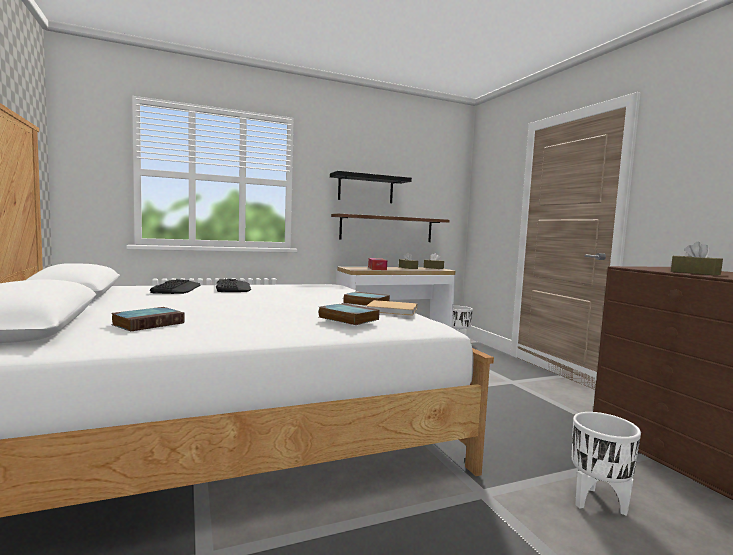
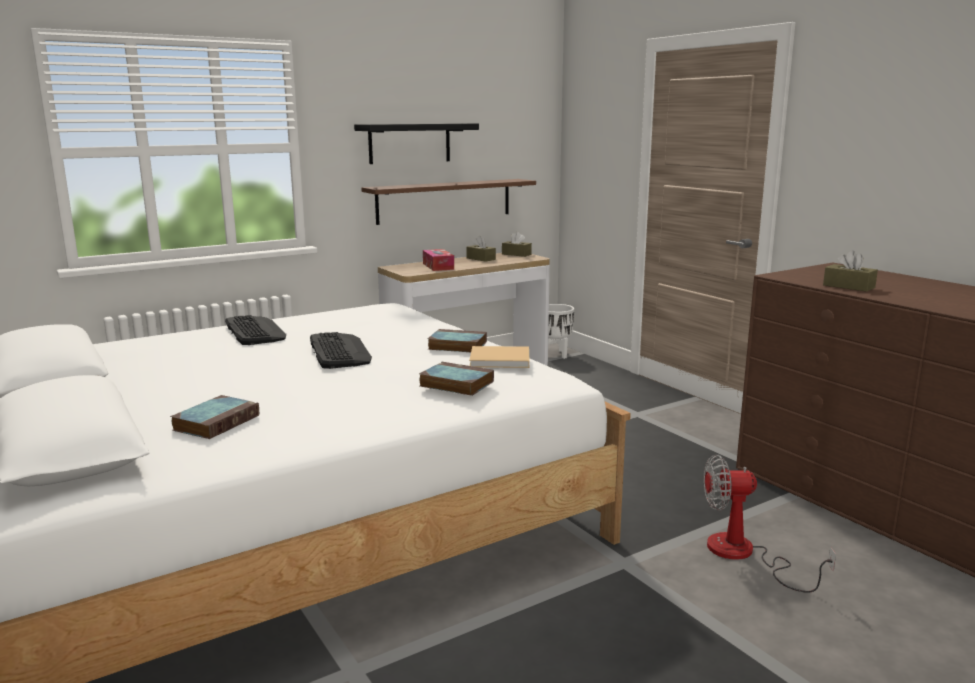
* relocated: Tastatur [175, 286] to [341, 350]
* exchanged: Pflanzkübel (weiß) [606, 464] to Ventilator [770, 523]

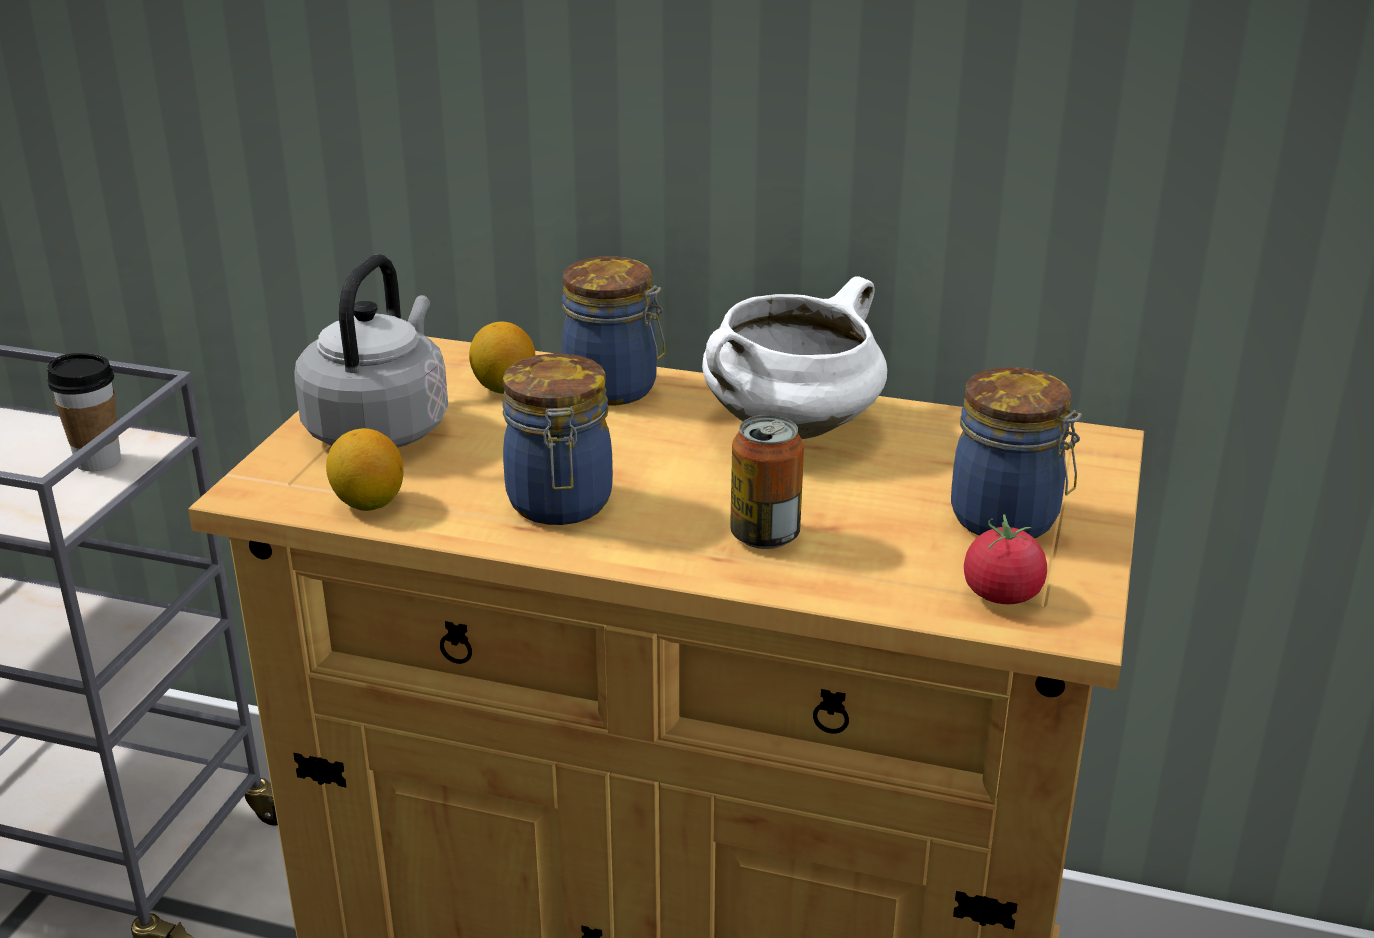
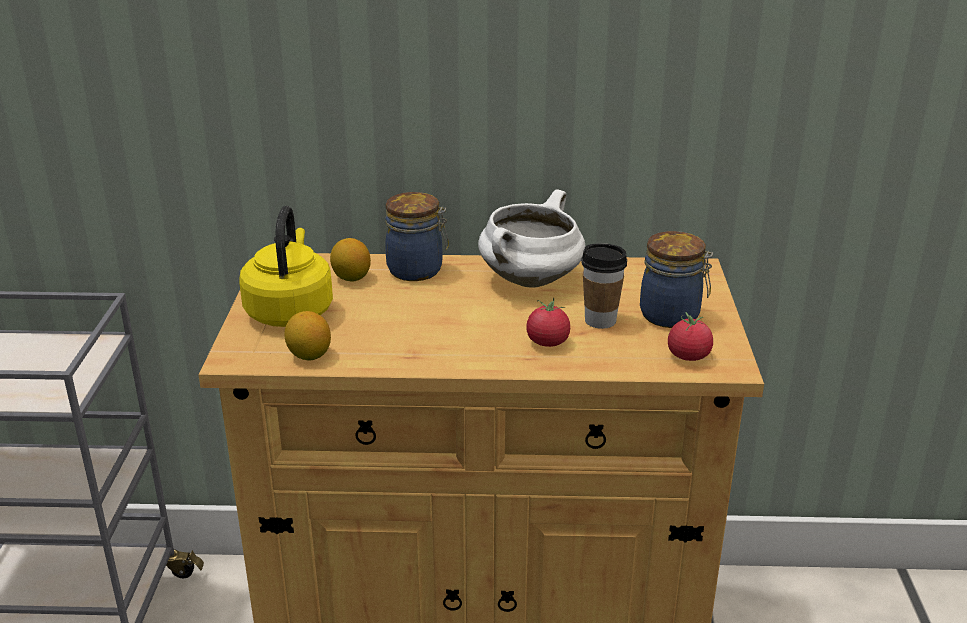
* colour: Wasserkessel (grau) [371, 351] to Wasserkessel (gelb) [286, 266]
* relocated: Tasse [84, 412] to [604, 286]
* missing: Vorratsglas [557, 439]
* exchanged: Dose [767, 482] to Tomate [548, 322]

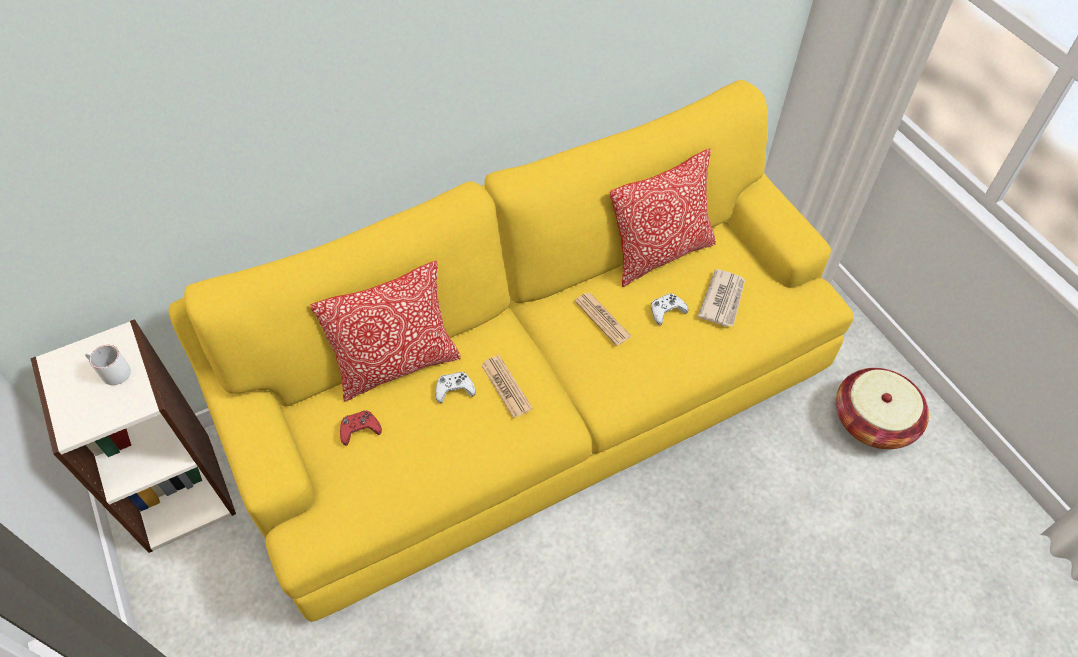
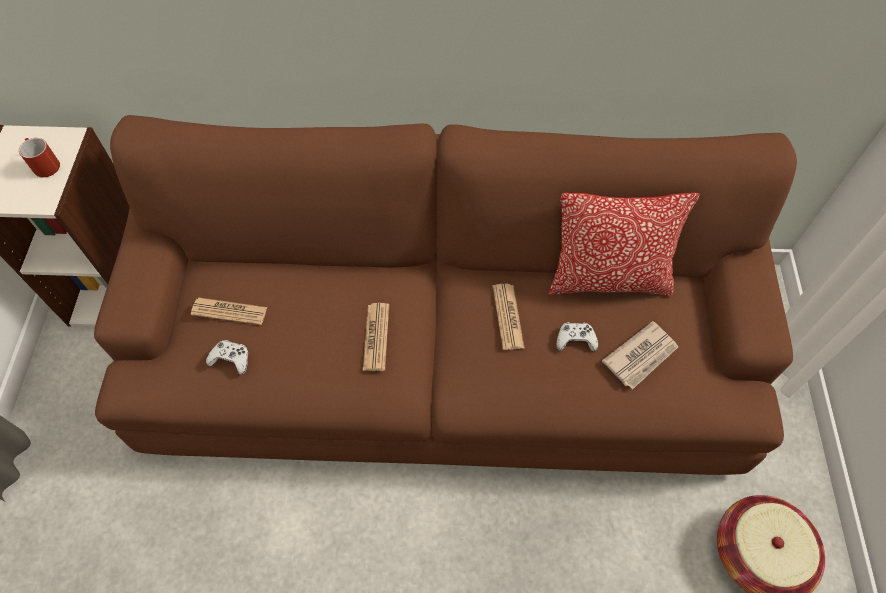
* colour: Sofa (gelb) [511, 351] to Sofa (braun) [445, 295]
* missing: Kissen [385, 331]
* colour: Henkelbecher (weiß) [108, 365] to Henkelbecher (rot) [39, 157]
* relocated: Gamepad (weiß) [456, 387] to [227, 357]
* exchanged: Gamepad (rot) [361, 428] to Zeitung [229, 311]

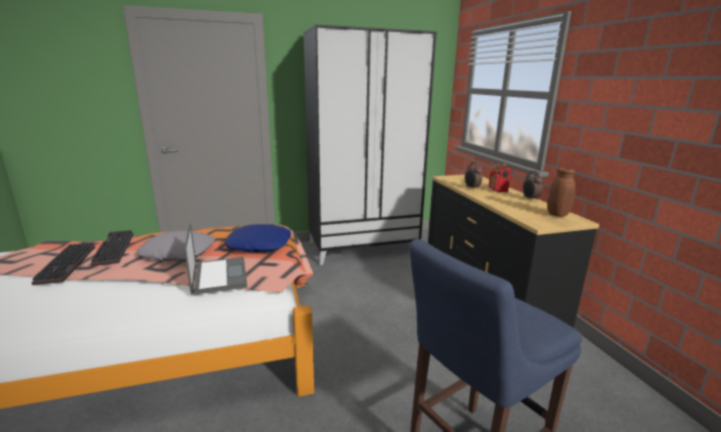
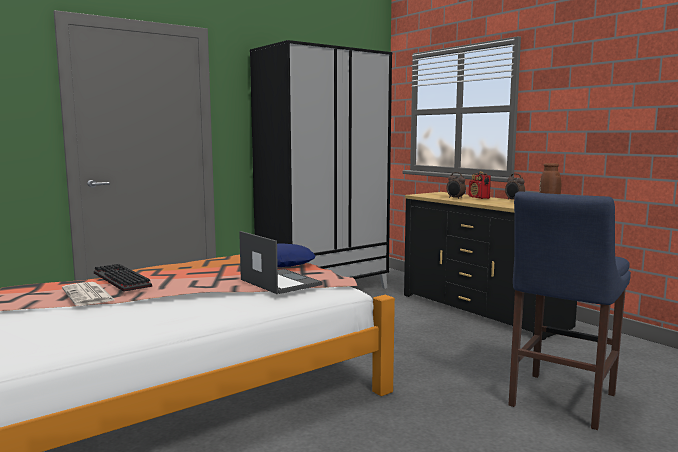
* missing: Kissen (grau) [176, 246]
* exchanged: Tastatur [63, 264] to Zeitung [89, 294]

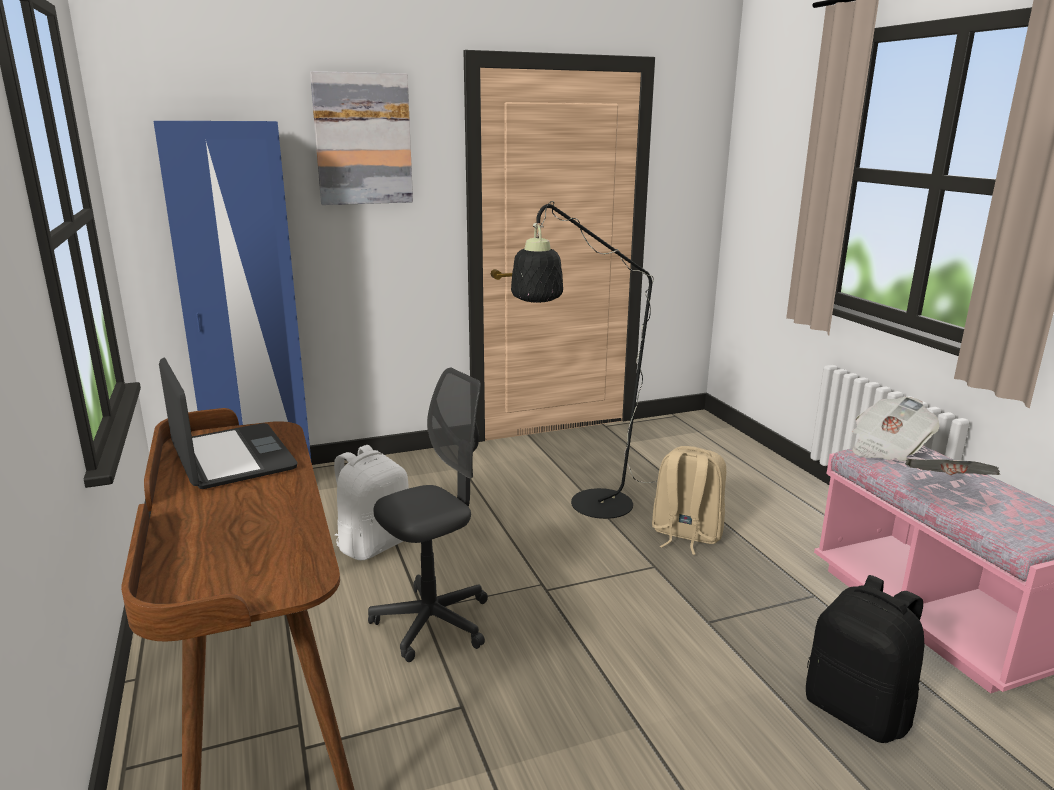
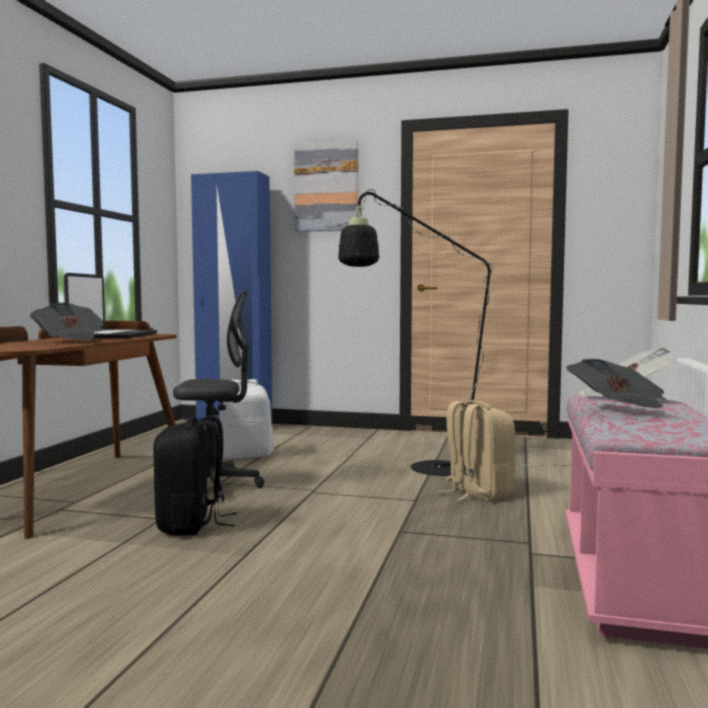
* relocated: Rucksack (schwarz) [865, 659] to [195, 475]
* appeared: Zeitung [67, 321]

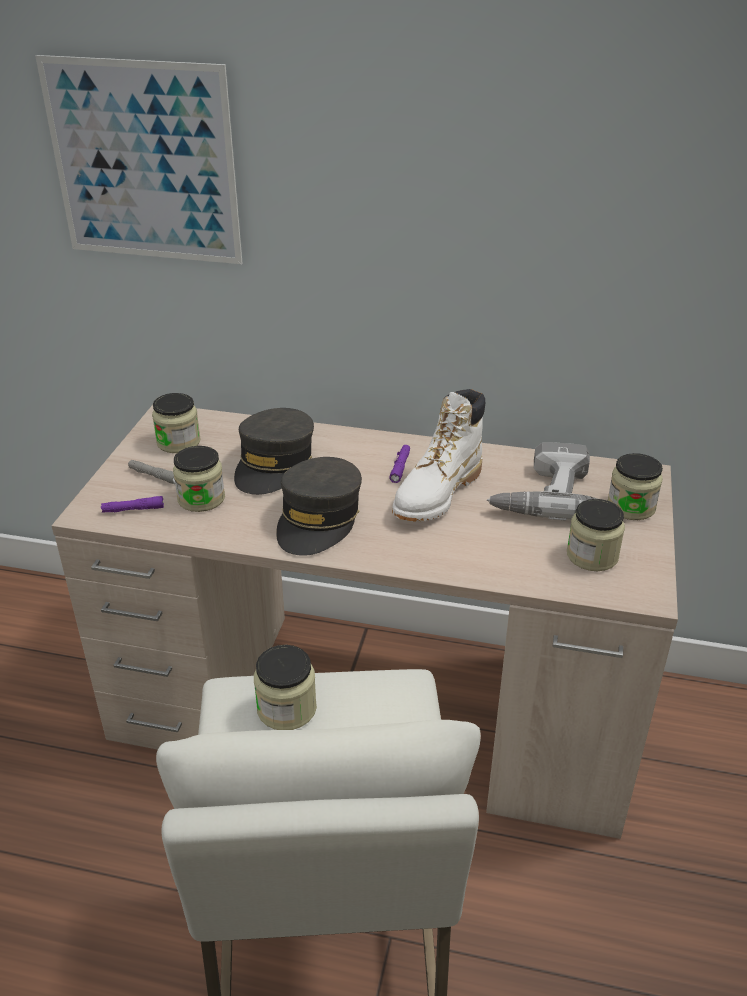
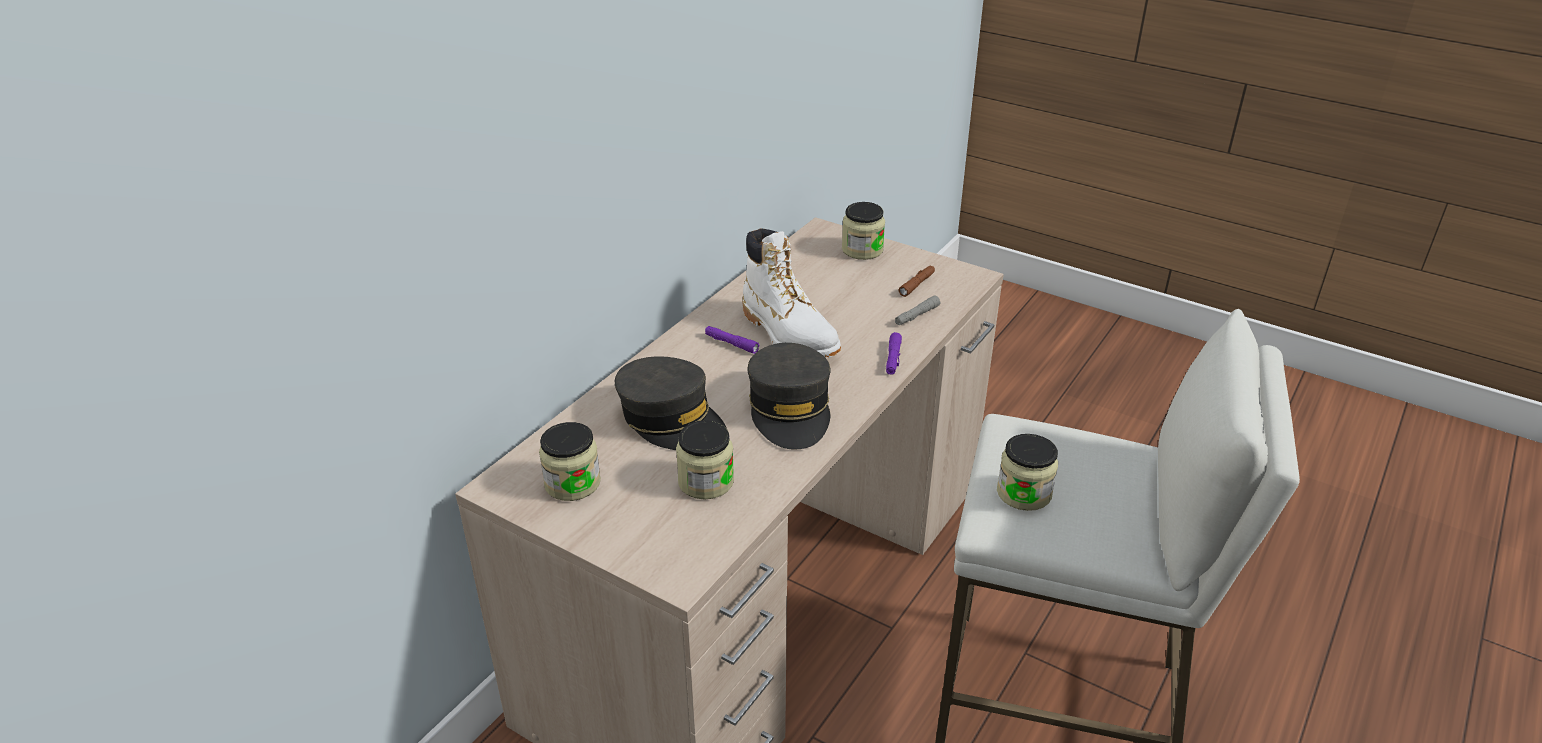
* missing: Bild [138, 159]
* missing: Bohrmaschine [542, 481]
* spun: Kappe (grau) [319, 506] = [788, 396] 45 degrees clockwise
* relocated: Taschenlampe (grau) [151, 472] to [918, 310]
* relocated: Taschenlampe (lila) [132, 504] to [894, 353]
* exchanged: Vorratsglas [596, 535] to Taschenlampe (braun) [917, 281]

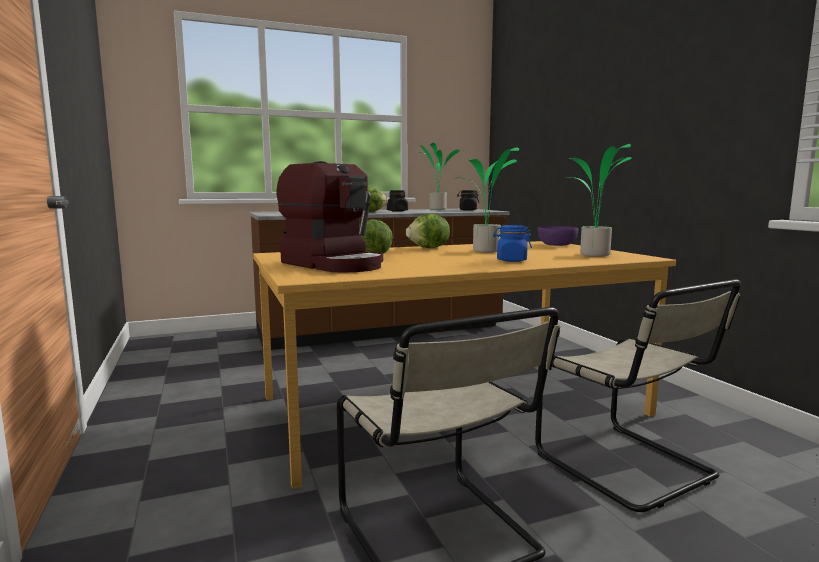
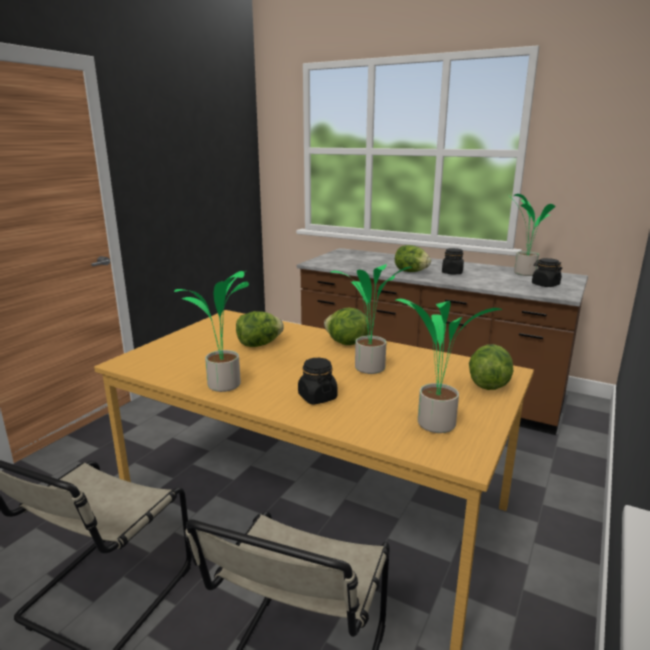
* missing: Kaffeemaschine [329, 216]
* colour: Vorratsglas (blau) [512, 243] to Vorratsglas (schwarz) [317, 381]
* exchanged: Schüssel (lila) [557, 236] to Salatkopf [491, 367]
* appeared: Topfpflanze [211, 331]

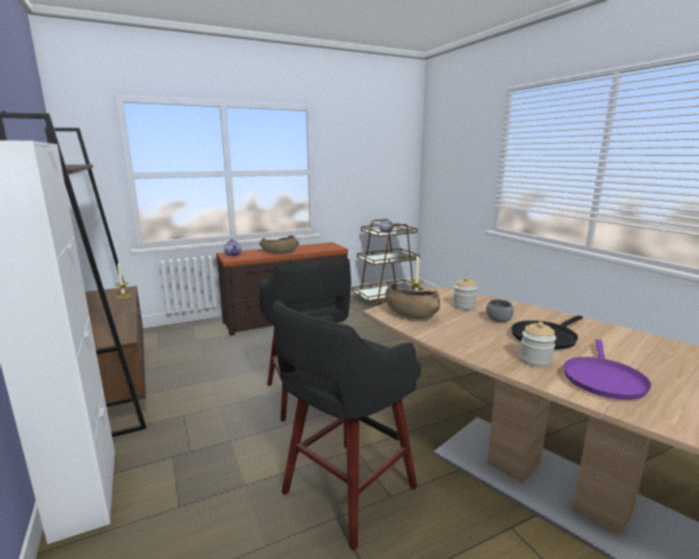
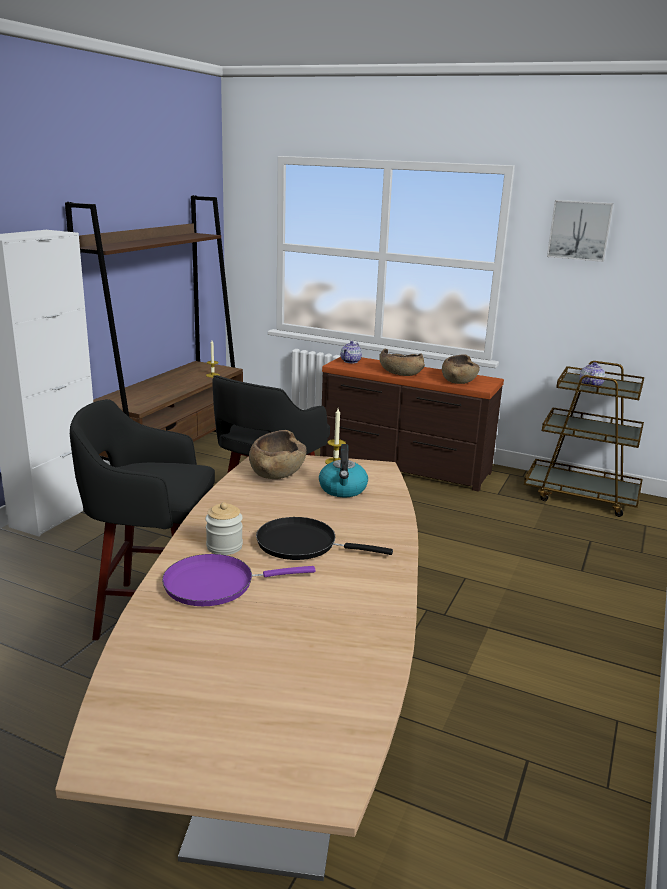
* exchanged: Vorratsglas [465, 293] to Wasserkessel [343, 470]
* missing: Schüssel (grau) [500, 310]
* appeared: Bild [580, 231]
* appeared: Schüssel (braun) [461, 369]

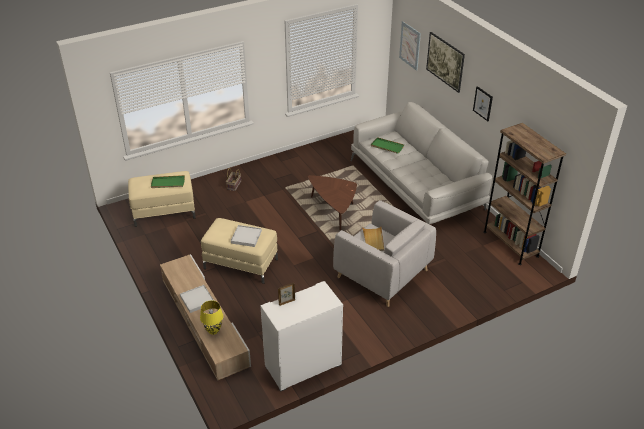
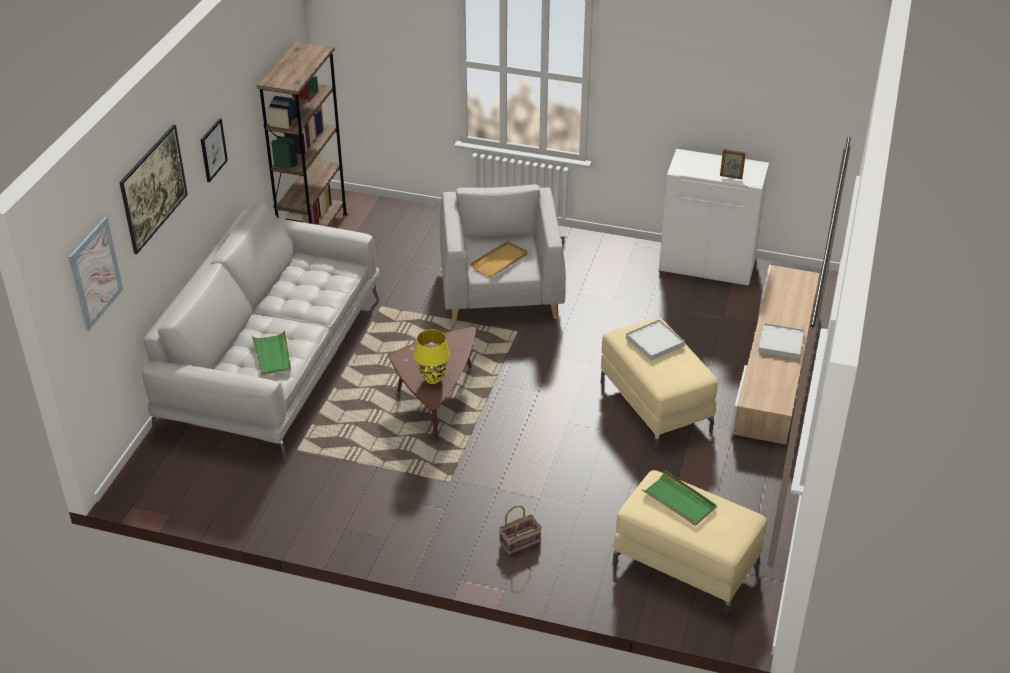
* relocated: Tischlampe (gelb) [211, 317] to [432, 356]

